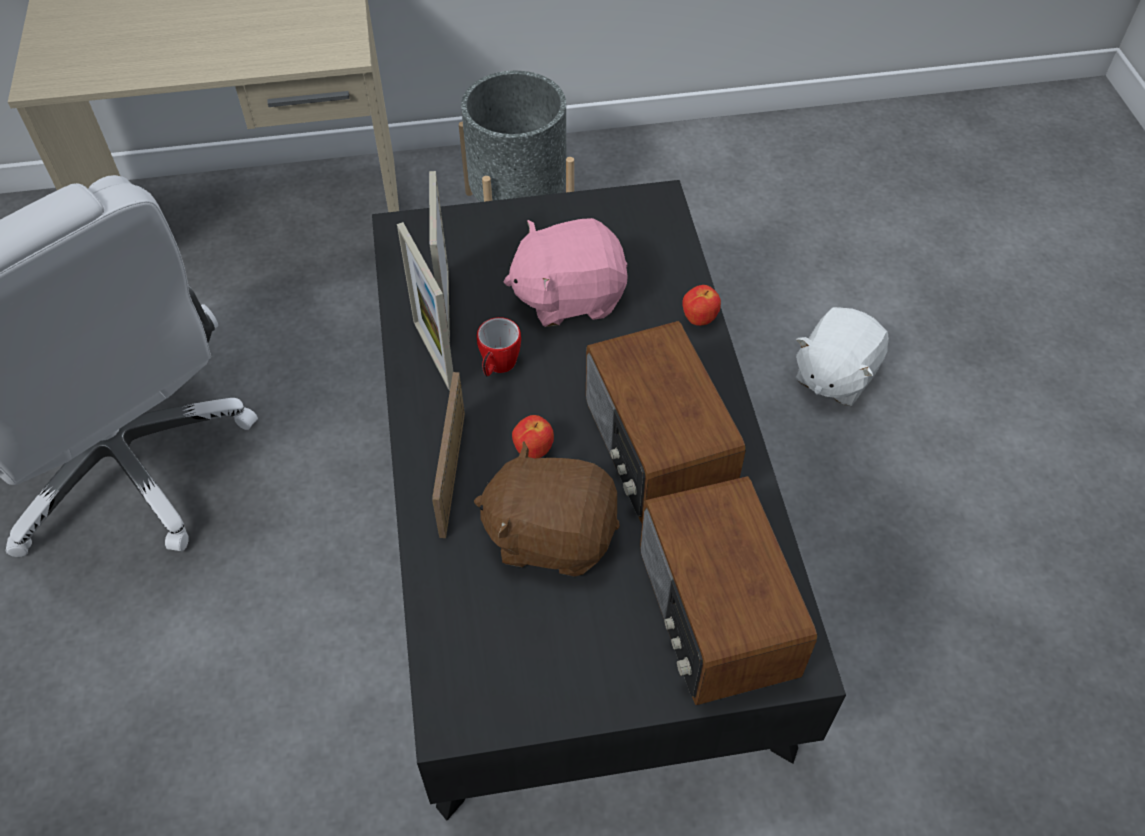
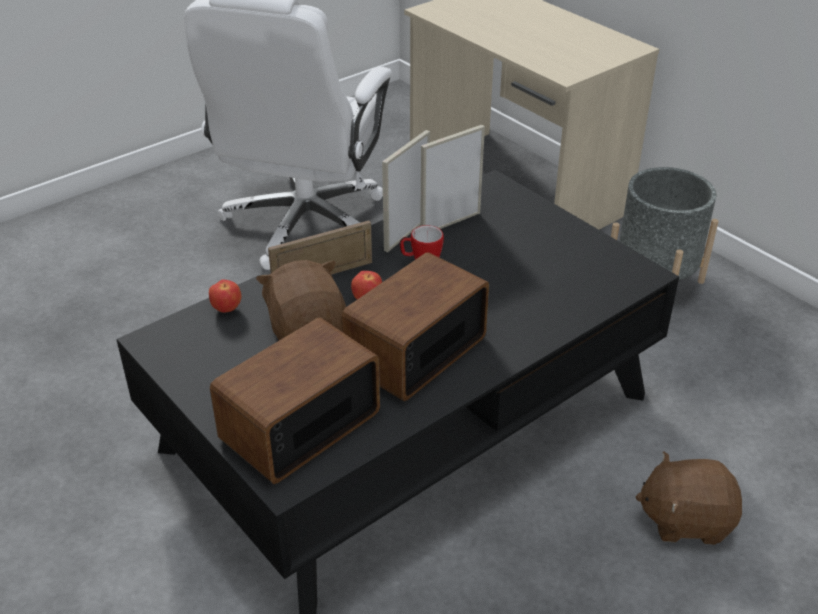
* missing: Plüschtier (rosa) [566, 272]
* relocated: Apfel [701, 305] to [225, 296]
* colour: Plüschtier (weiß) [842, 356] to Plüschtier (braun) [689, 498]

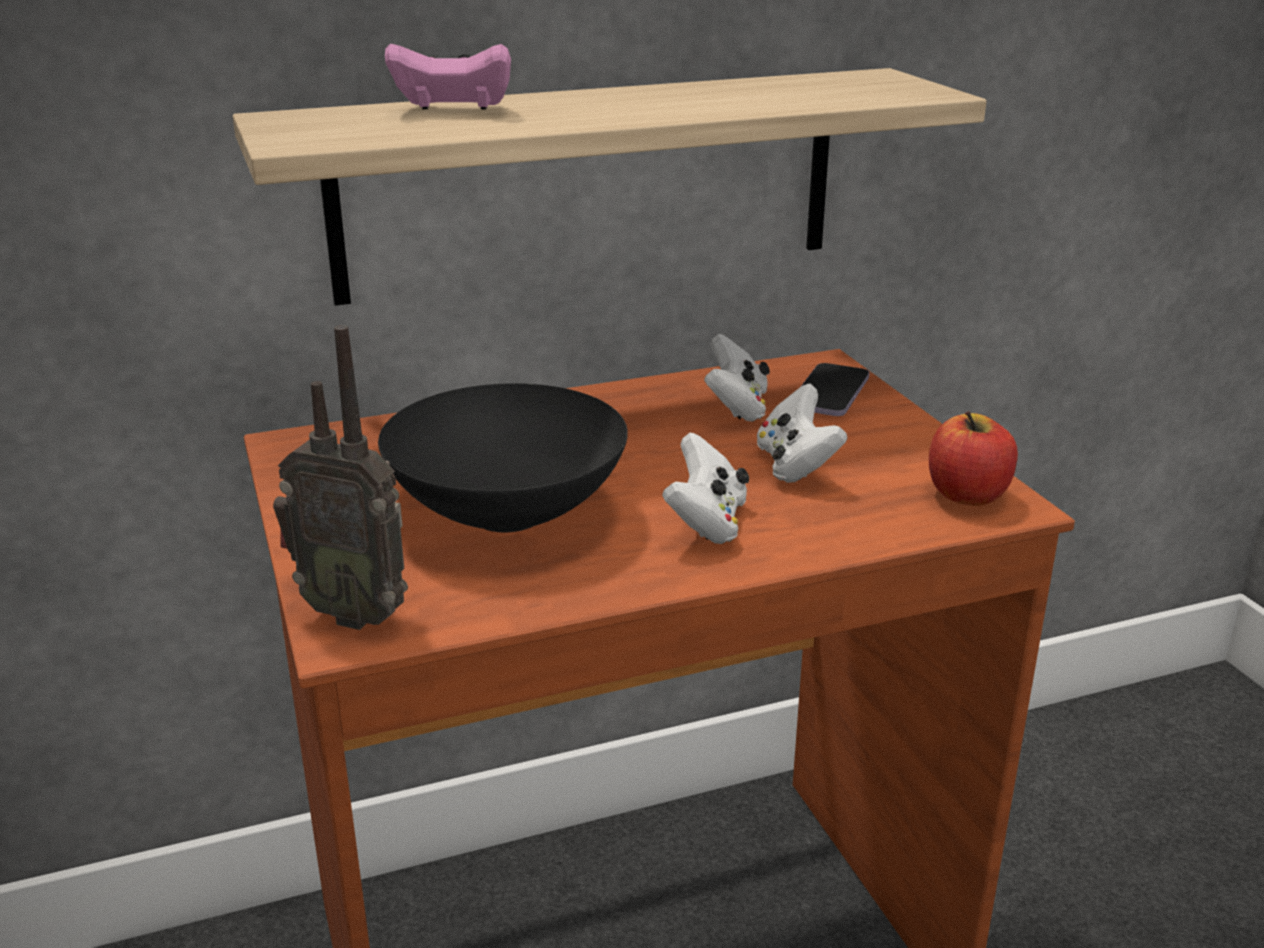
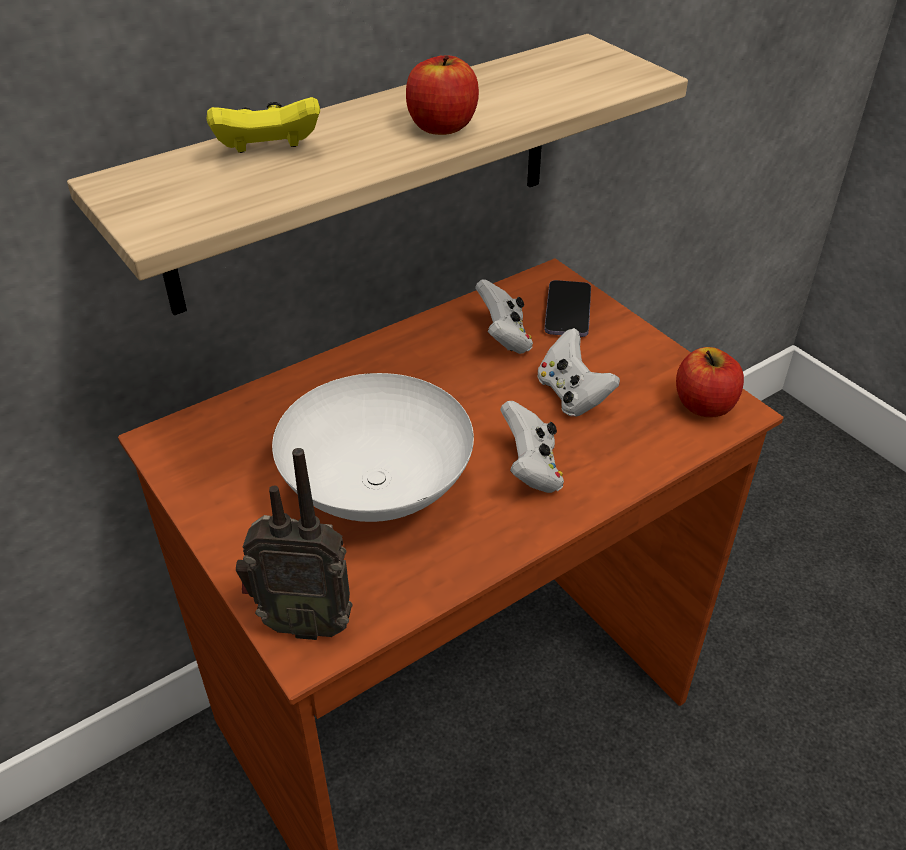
* colour: Gamepad (rosa) [448, 77] to Gamepad (gelb) [263, 125]
* colour: Schüssel (schwarz) [503, 457] to Schüssel (weiß) [373, 447]
* appeared: Apfel [442, 95]

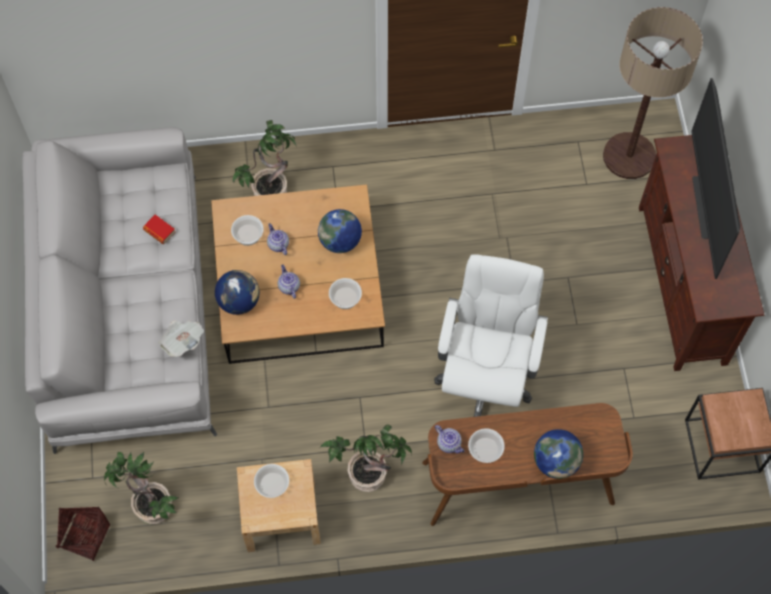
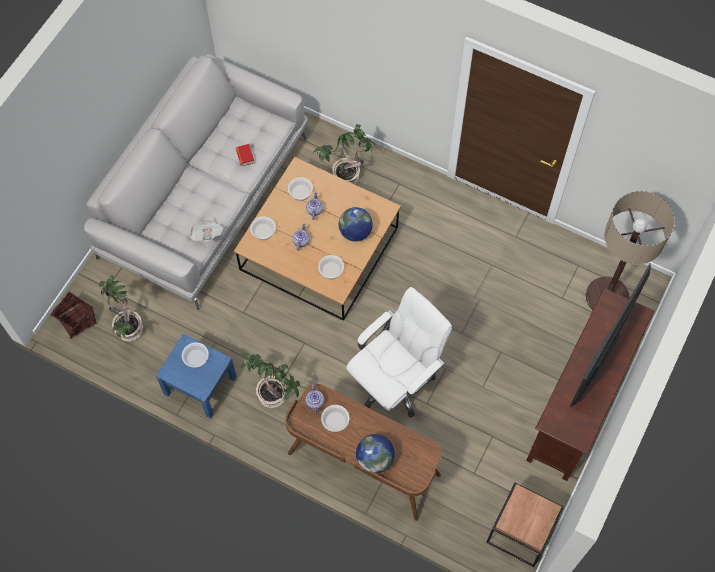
* exchanged: Globus [237, 292] to Schüssel [263, 228]
* colour: Nachttisch (beige) [279, 505] to Nachttisch (blau) [196, 376]

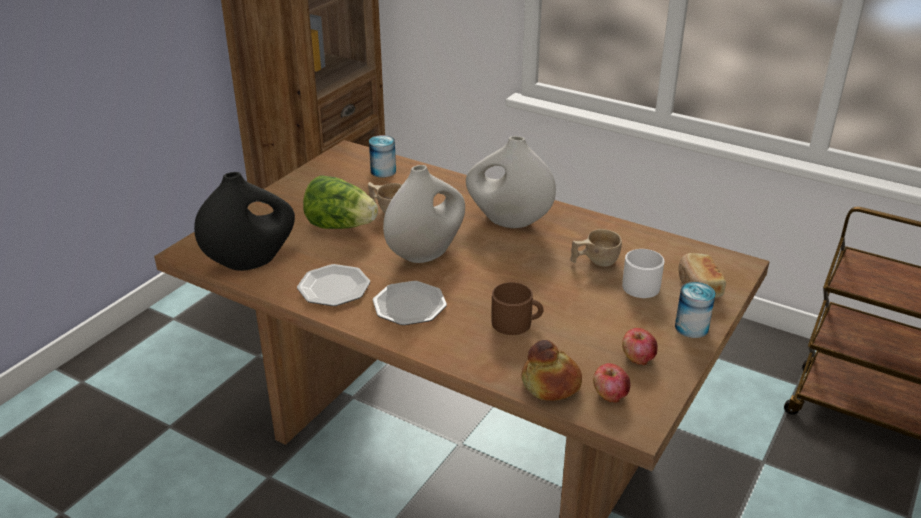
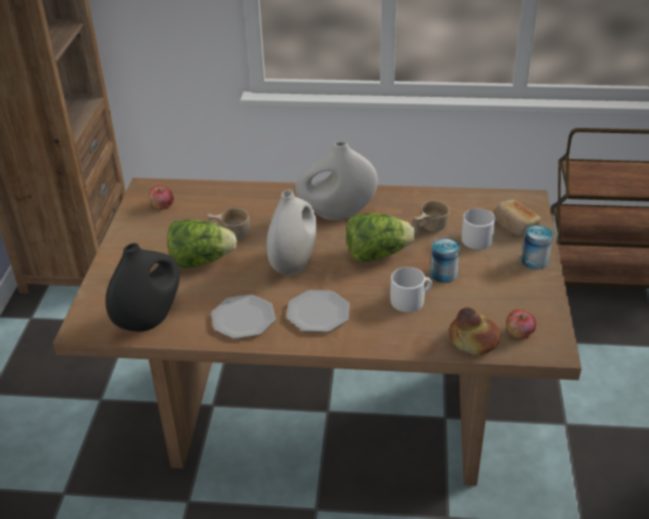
* relocated: Dose [382, 156] to [445, 260]
* colour: Henkelbecher (braun) [517, 308] to Henkelbecher (weiß) [411, 289]
* relocated: Apfel [640, 346] to [161, 197]
* appeared: Salatkopf [380, 237]

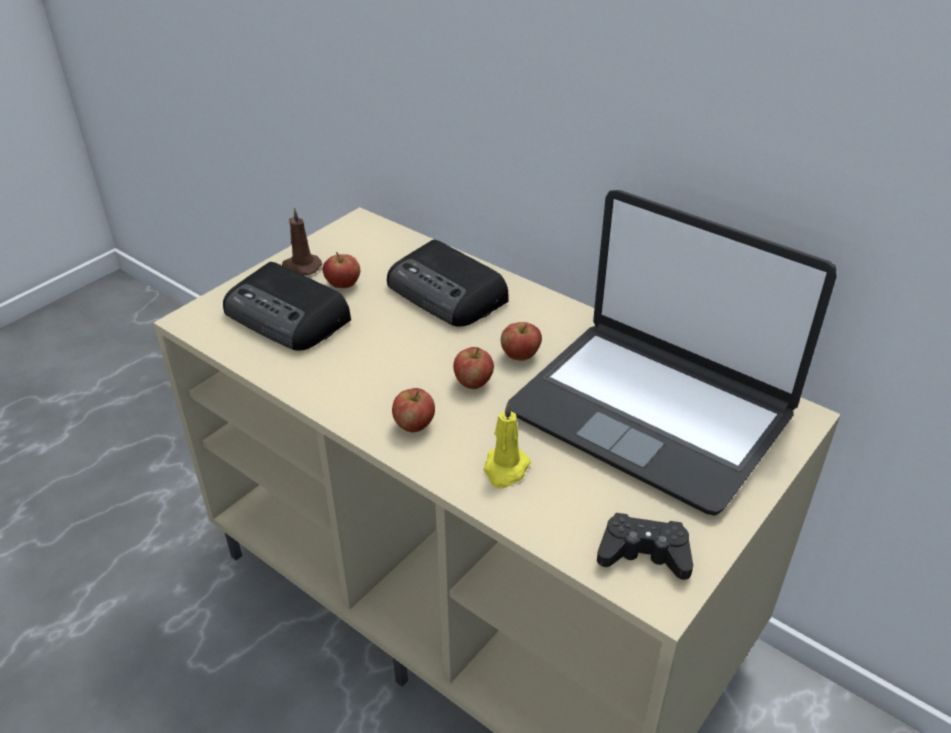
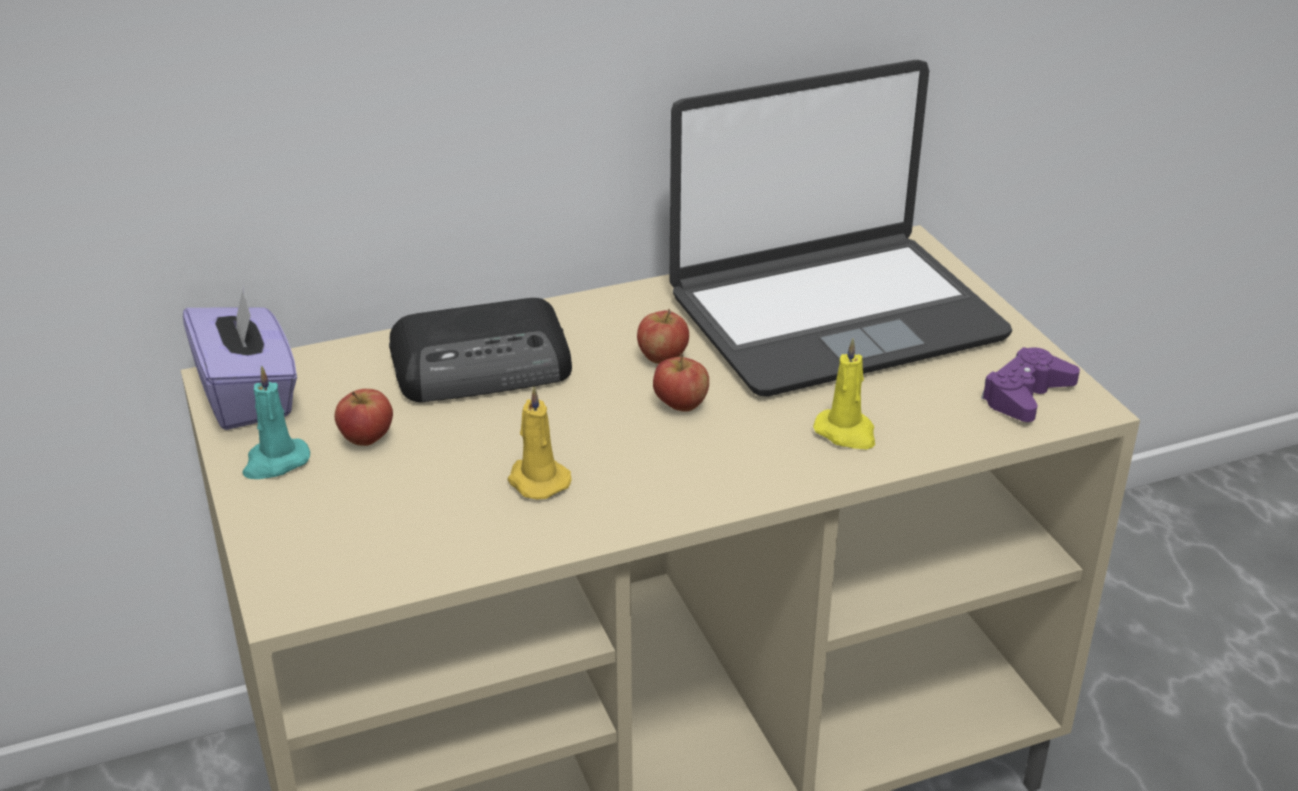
* colour: Kerze (braun) [302, 241] to Kerze (türkis) [276, 422]
* missing: Radio [287, 306]
* missing: Apfel [413, 410]
* colour: Gamepad (schwarz) [645, 546] to Gamepad (lila) [1030, 384]
* appeared: Taschentuchbox (lila) [240, 358]
* appeared: Kerze (gelb) [540, 443]

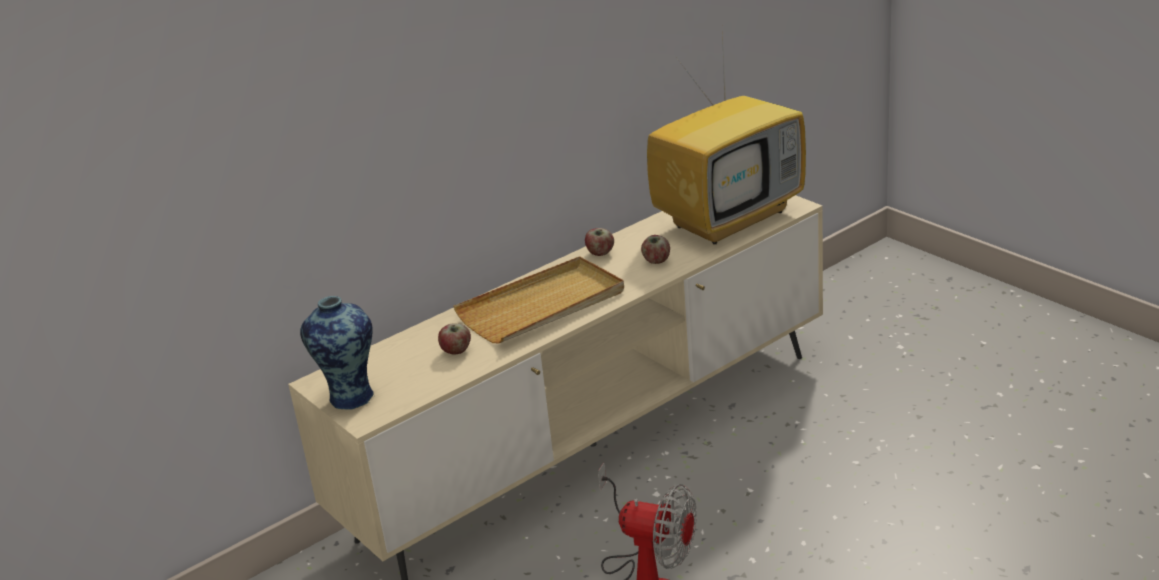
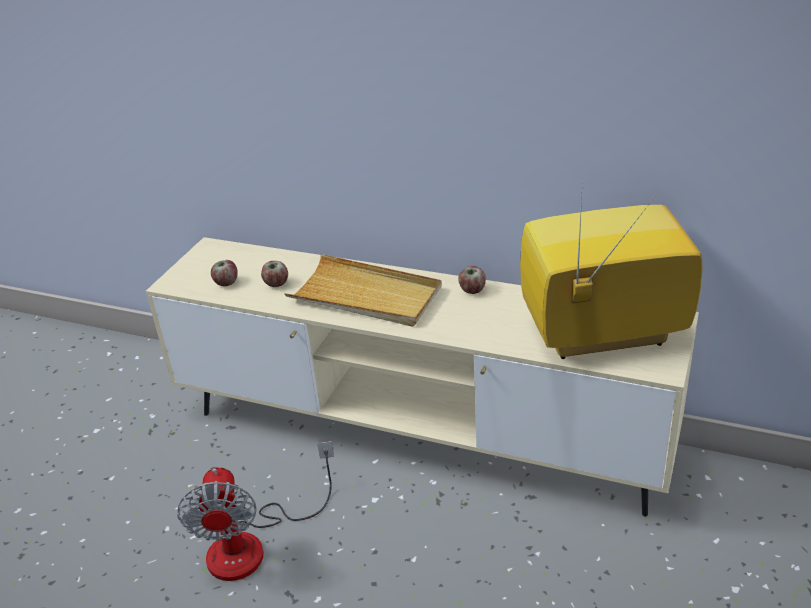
* spun: Fernseher [726, 138] = [611, 269] 150 degrees clockwise
* relocated: Apfel [655, 249] to [224, 273]
* missing: Vase [337, 353]

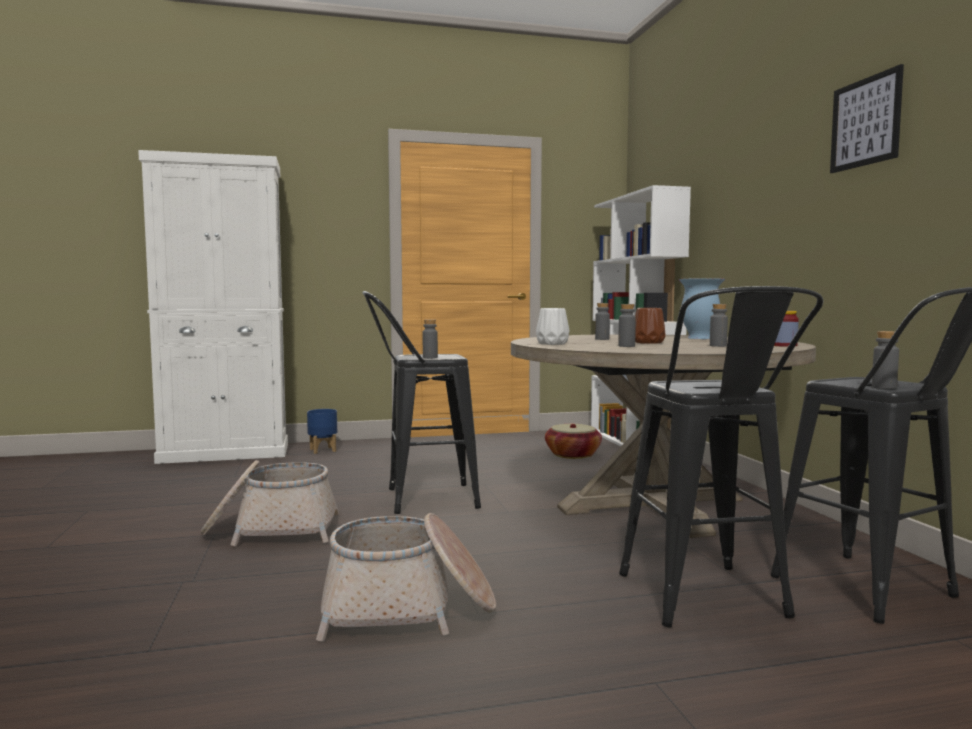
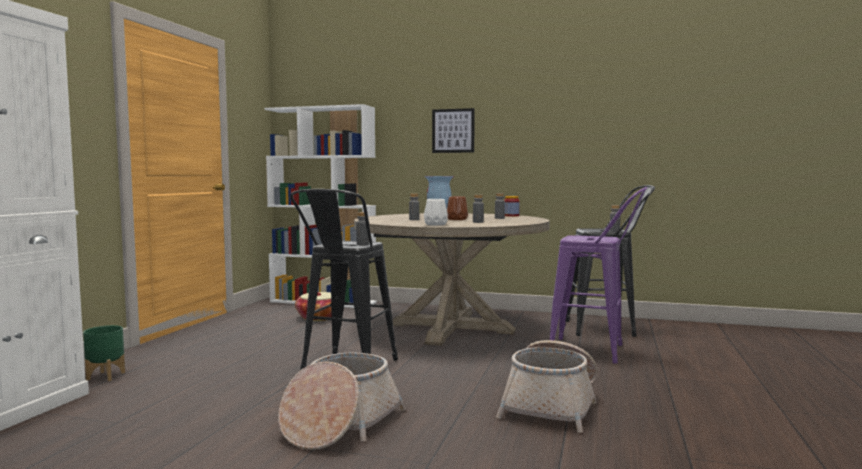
* relocated: Bild [867, 118] to [453, 130]
* colour: Hocker (schwarz) [721, 456] to Hocker (lila) [598, 275]
* colour: Pflanzkübel (blau) [322, 431] to Pflanzkübel (grün) [104, 353]

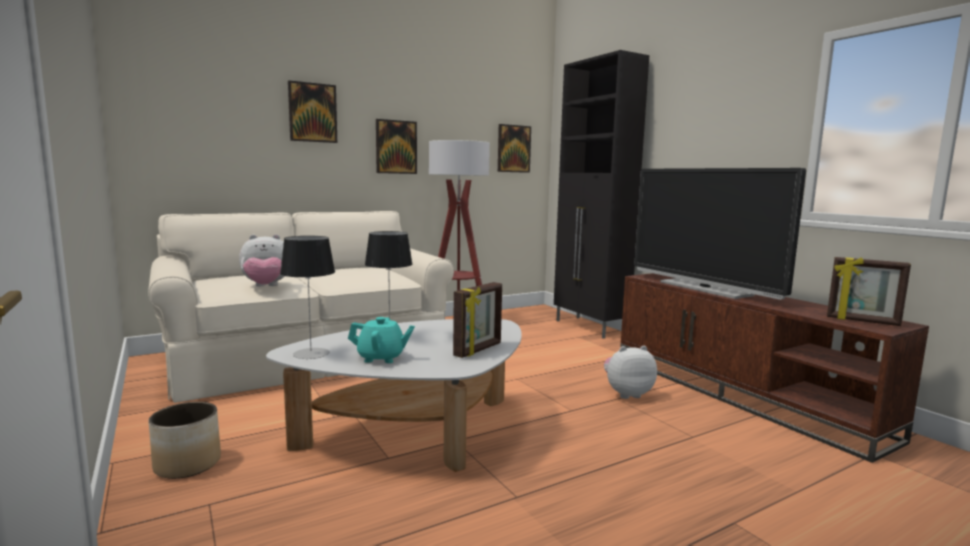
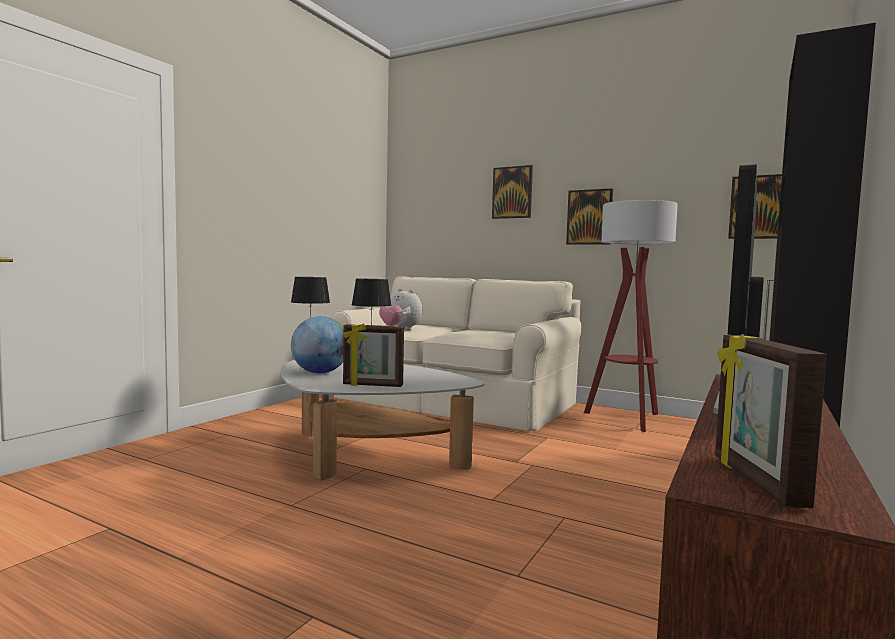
* exchanged: Teekanne (türkis) [381, 340] to Globus [317, 344]
* missing: Plüschtier [630, 372]
* missing: Pflanzkübel [184, 440]

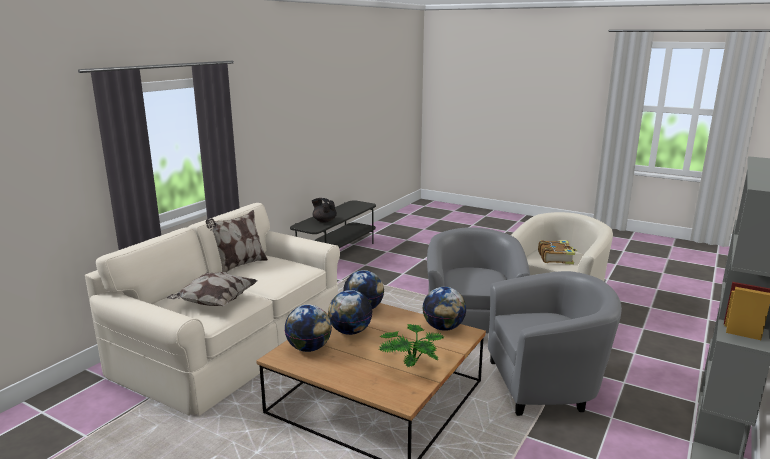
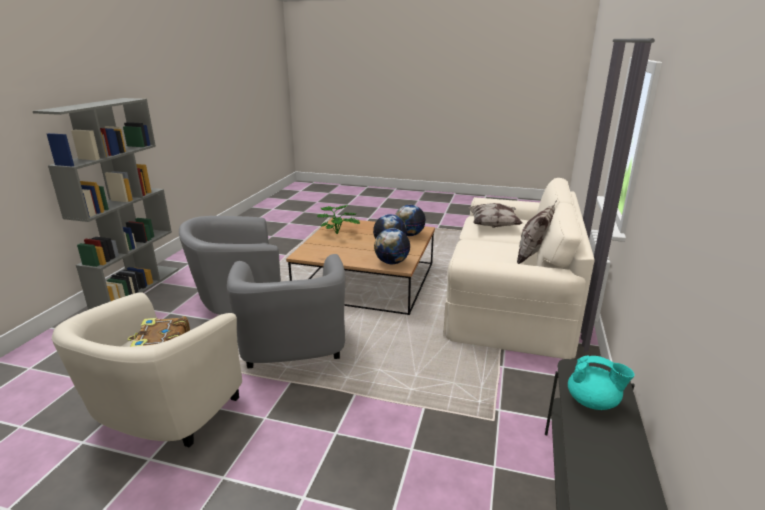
* colour: Teekanne (schwarz) [324, 210] to Teekanne (türkis) [601, 382]
* missing: Globus [445, 309]

